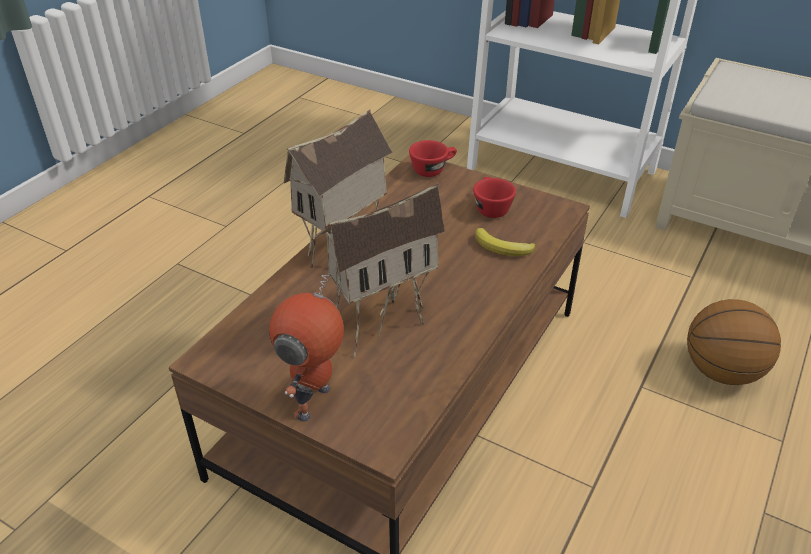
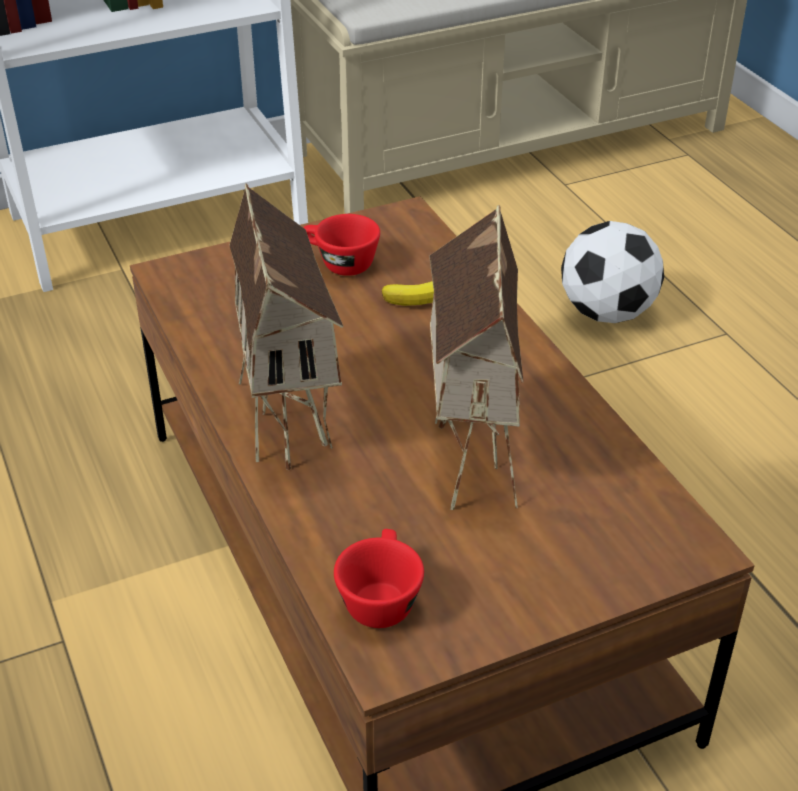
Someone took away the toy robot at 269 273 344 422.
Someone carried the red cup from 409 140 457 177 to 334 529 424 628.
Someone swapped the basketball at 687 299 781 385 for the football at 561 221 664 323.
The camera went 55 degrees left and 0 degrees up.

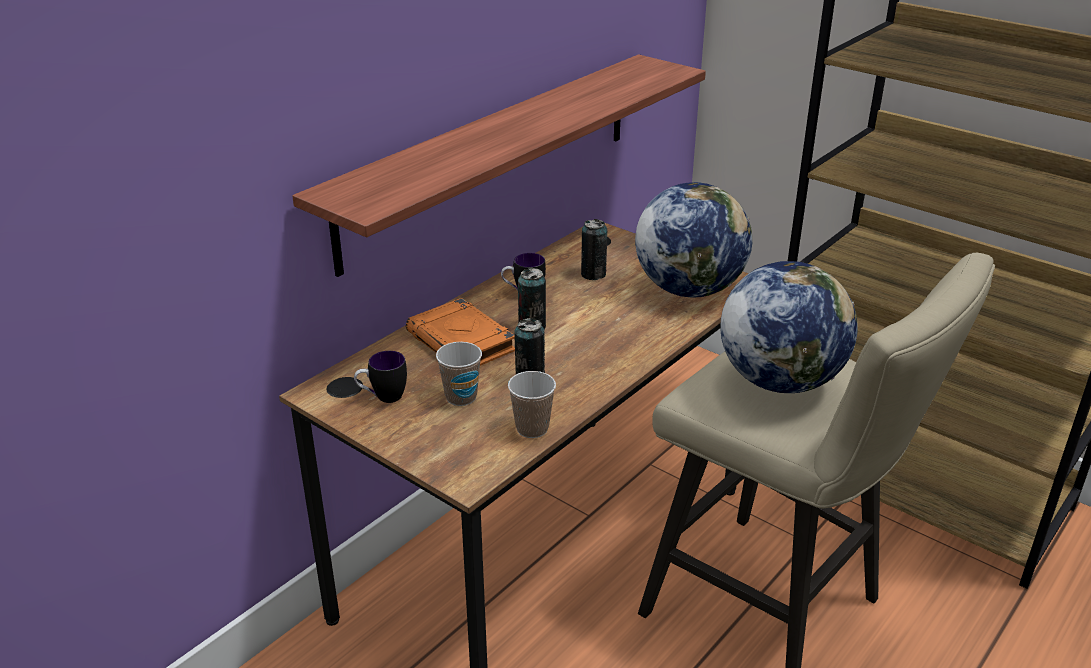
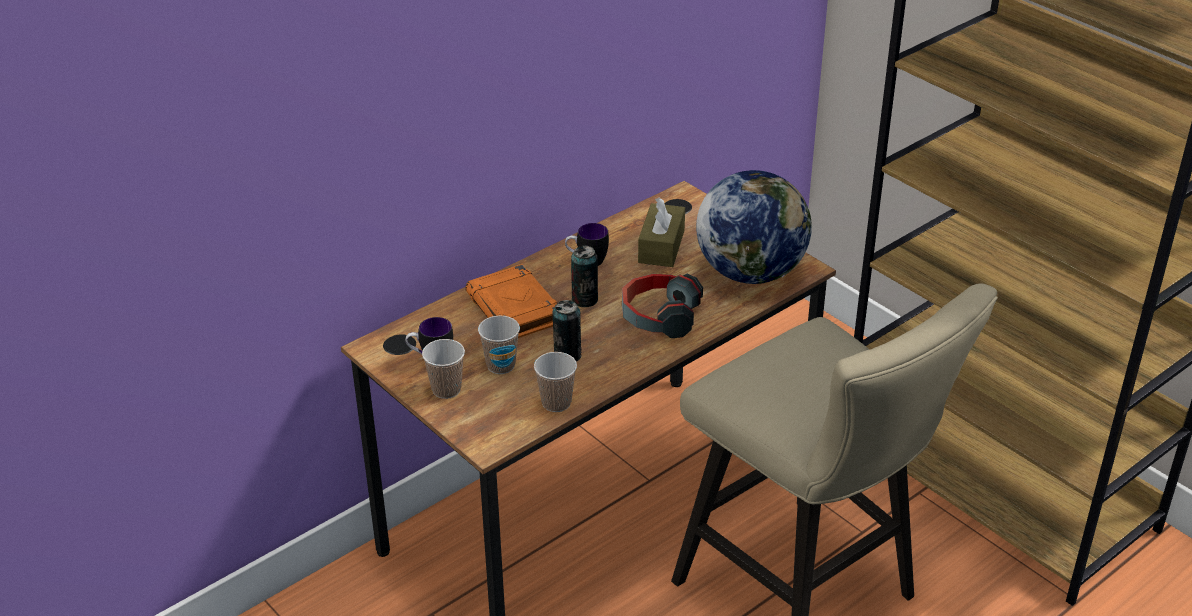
Someone took away the shelf at 292 54 706 277.
Someone swapped the can at 581 219 607 280 for the brown tissue box at 638 198 685 267.
Someone took away the globe at 720 261 858 393.
Someone put down the cup at 422 339 465 399.
Someone put down the headphones at 622 274 703 338.
The camera went 10 degrees right and 5 degrees up.

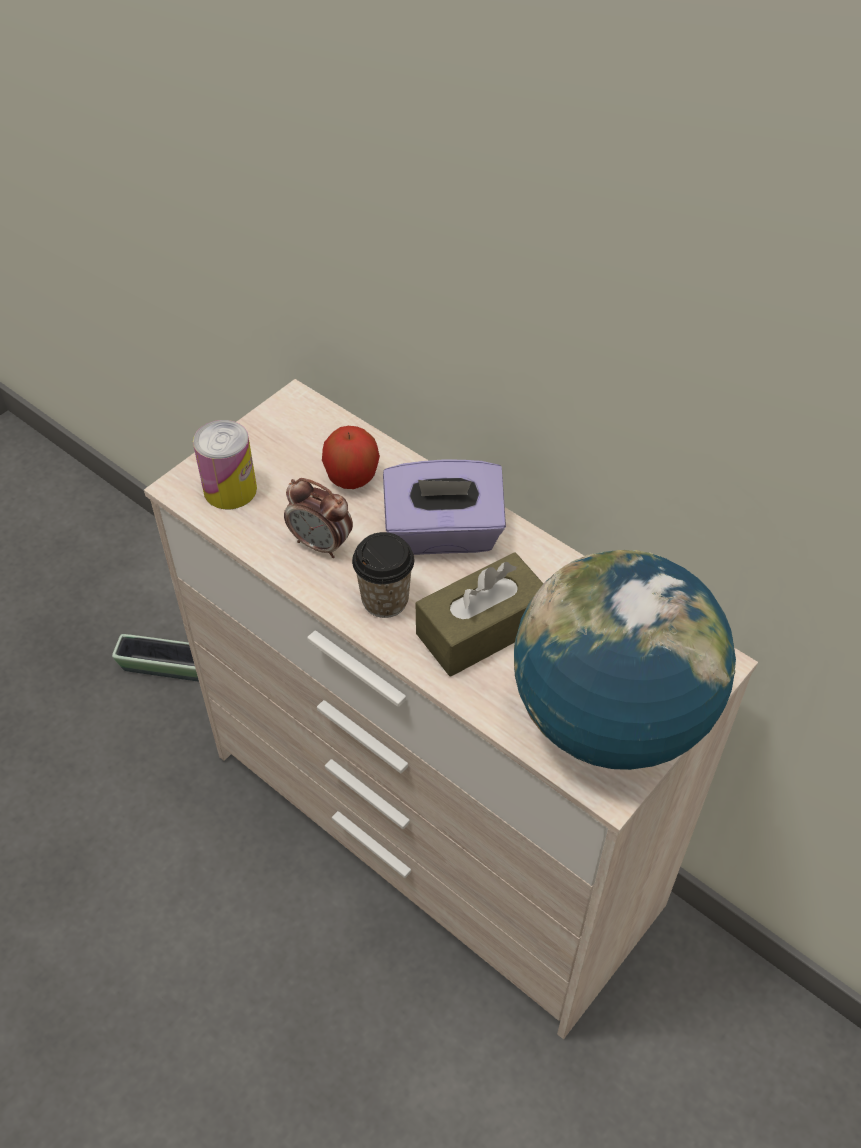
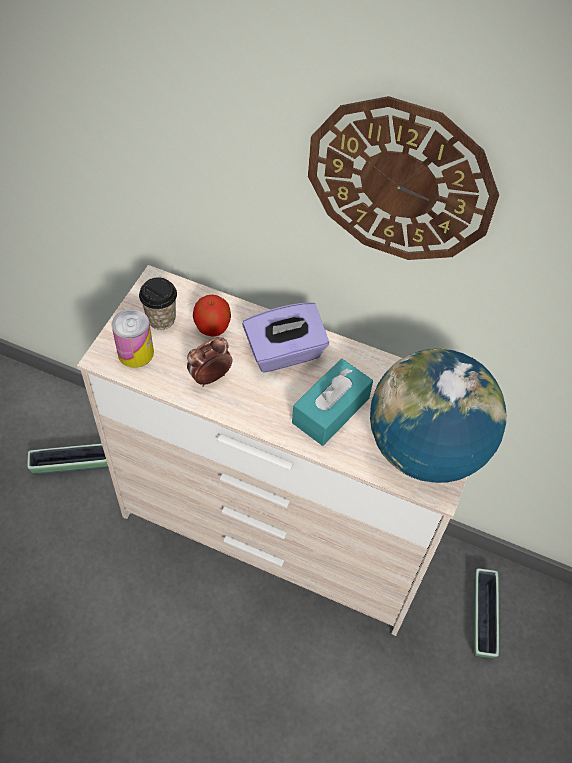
Someone rotated the alarm clock at 284 478 353 558 by 135 degrees clockwise.
Someone carried the cup from 352 532 414 618 to 139 277 177 330.
Someone repainted the brown tissue box at 416 552 543 676, which became the turquoise tissue box at 292 359 373 446.
Someone put up the wall clock at 308 96 499 260.
Someone put down the planter at 474 568 499 658.
The camera went 20 degrees left and 5 degrees up.

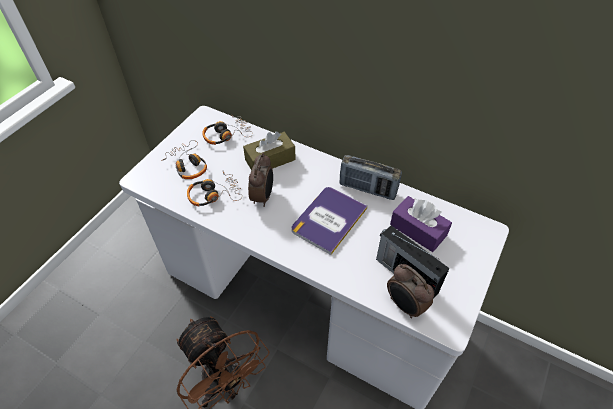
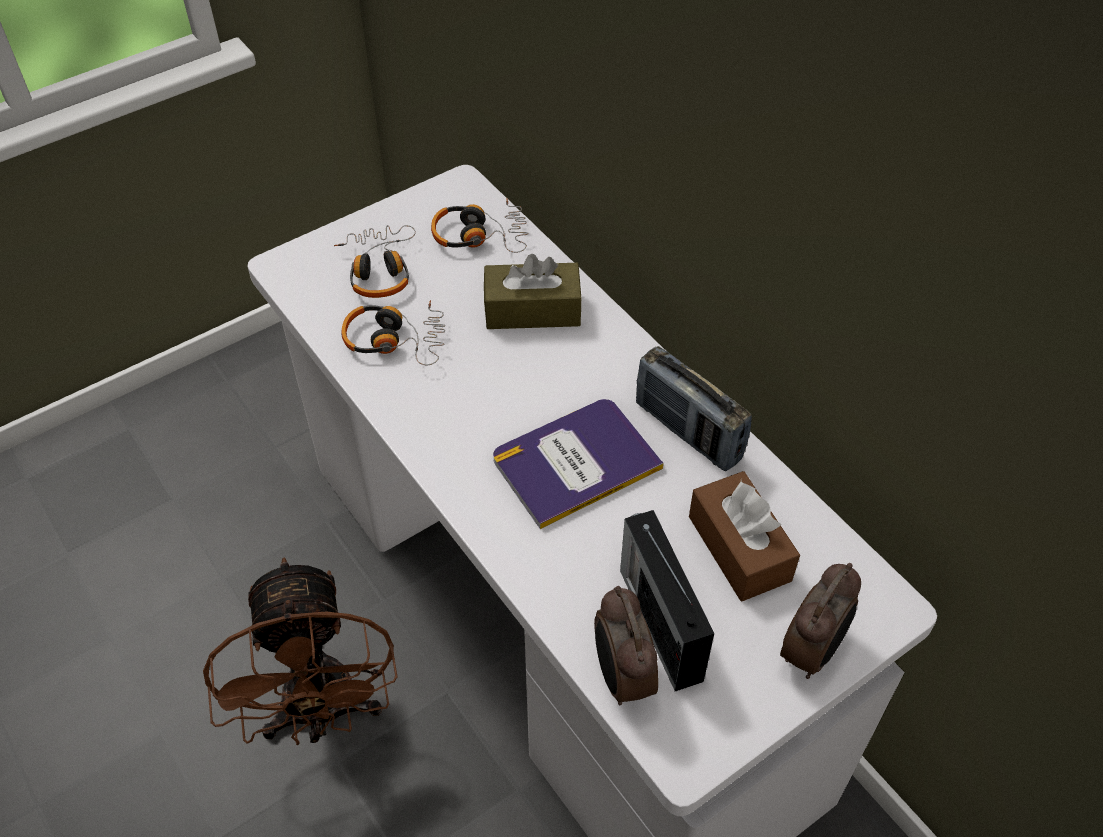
Someone carried the alarm clock from 248 153 273 207 to 780 563 861 679.
Someone repainted the purple tissue box at 390 196 452 252, which became the brown tissue box at 689 471 800 601.
The camera went 25 degrees right and 0 degrees up.

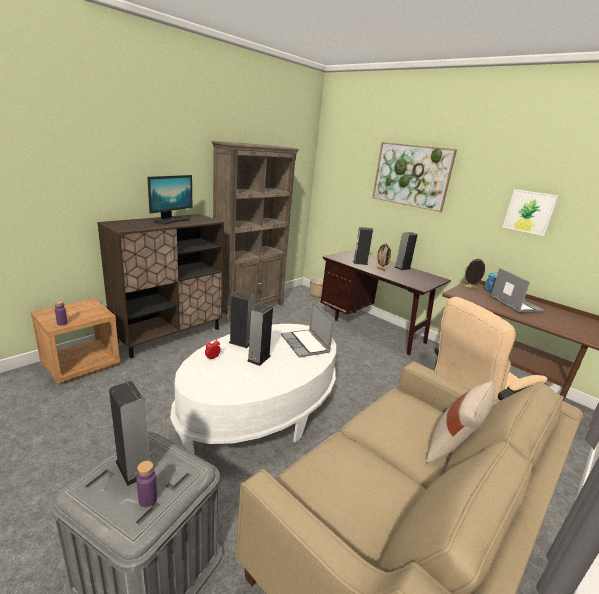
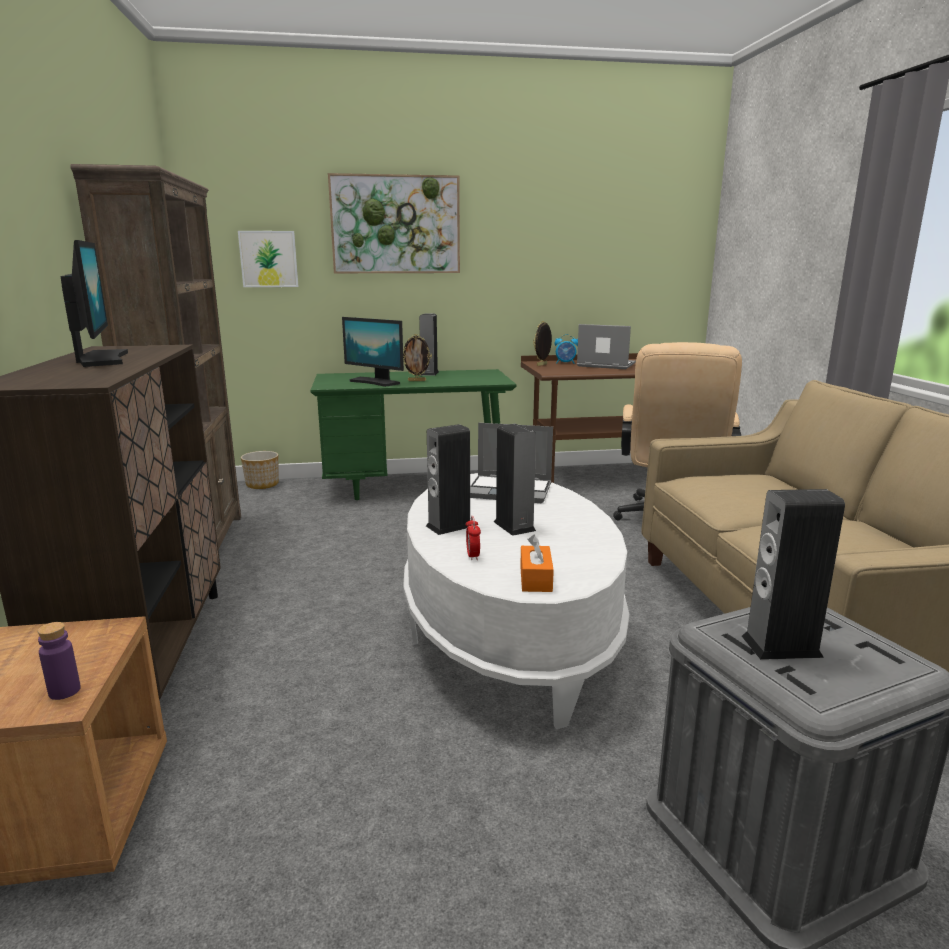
Someone took away the purple bottle at 137 461 157 507.
Someone repainted the brown desk at 320 249 451 355, which became the green desk at 310 369 517 500.
Someone swapped the speaker at 353 227 373 265 for the monitor at 342 317 404 387.
Someone took away the beige pillow at 426 381 495 463.
Someone carried the picture from 503 189 558 236 to 238 231 299 287.
Someone put down the orange tissue box at 520 535 554 592.
The camera went 50 degrees left and 5 degrees down.

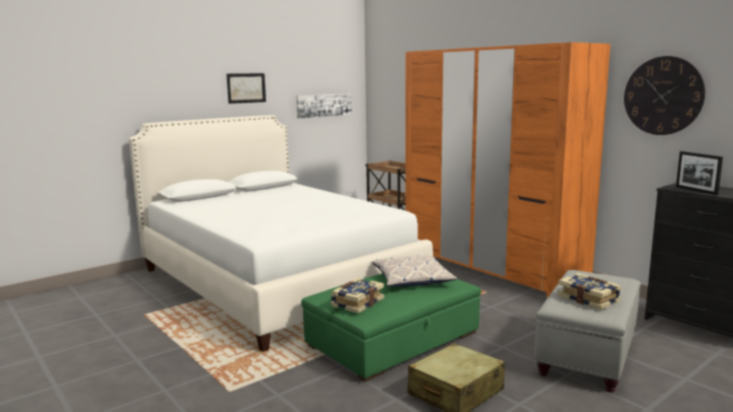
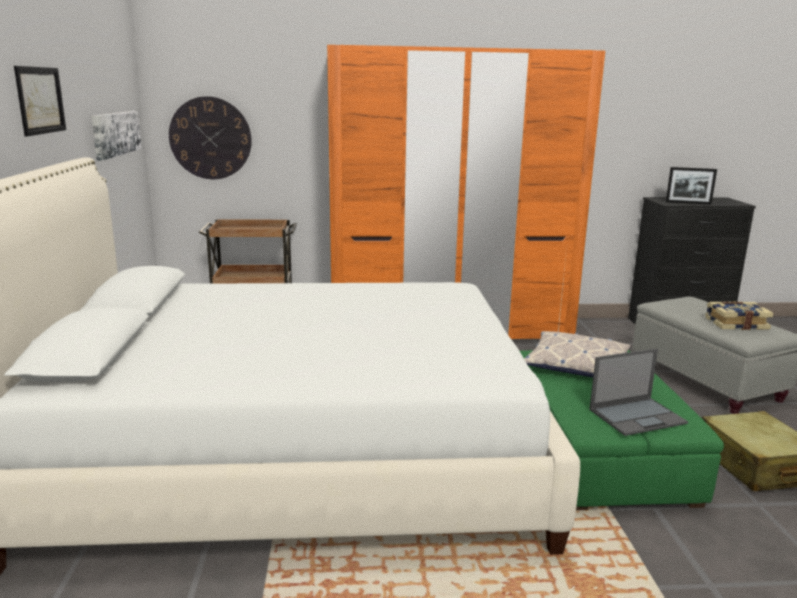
Someone swapped the book at 331 278 384 314 for the laptop at 589 348 688 436.
Someone carried the wall clock from 624 56 705 135 to 169 96 252 179.
The camera went 55 degrees left and 5 degrees up.

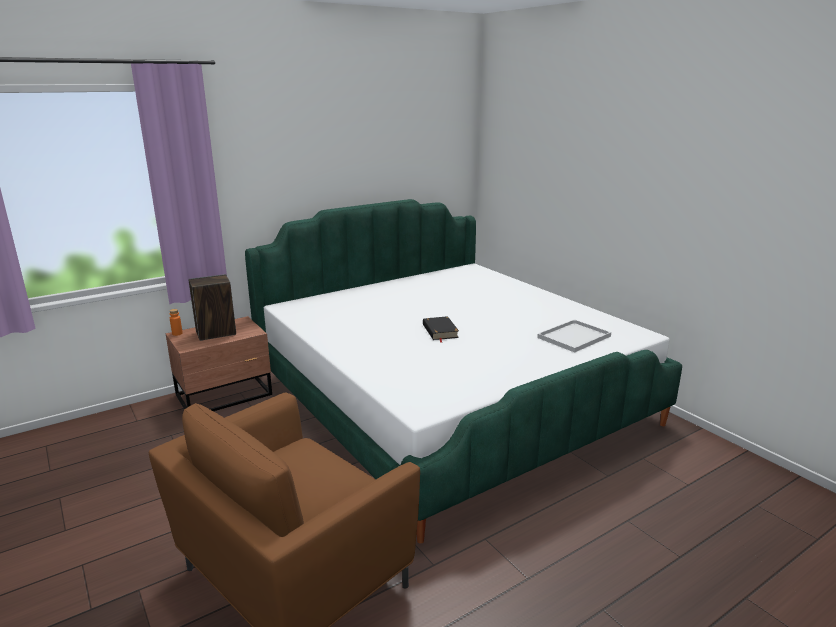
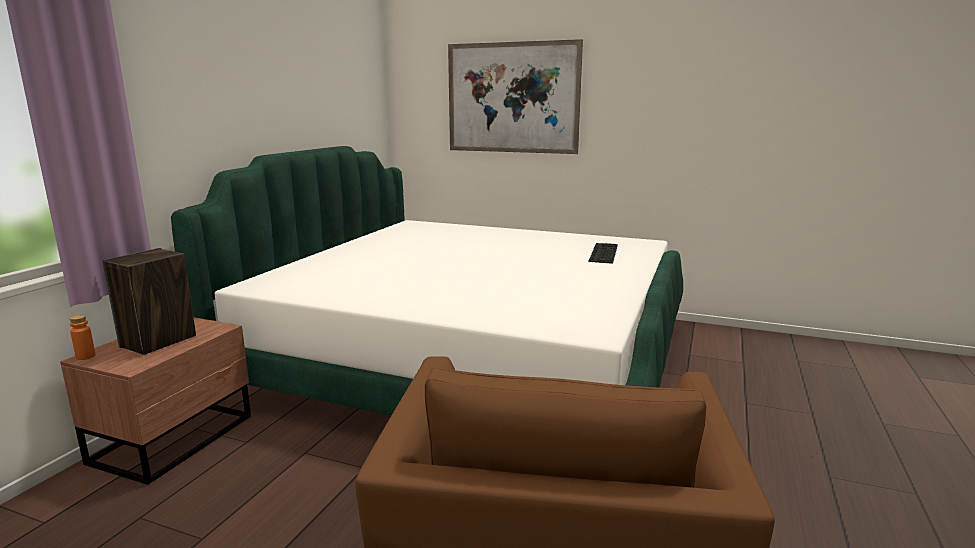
Someone took away the black book at 423 316 459 343.
Someone swapped the white tray at 537 319 611 353 for the keyboard at 589 243 618 264.
Someone put up the picture at 448 39 583 154.
The camera went 35 degrees left and 5 degrees down.

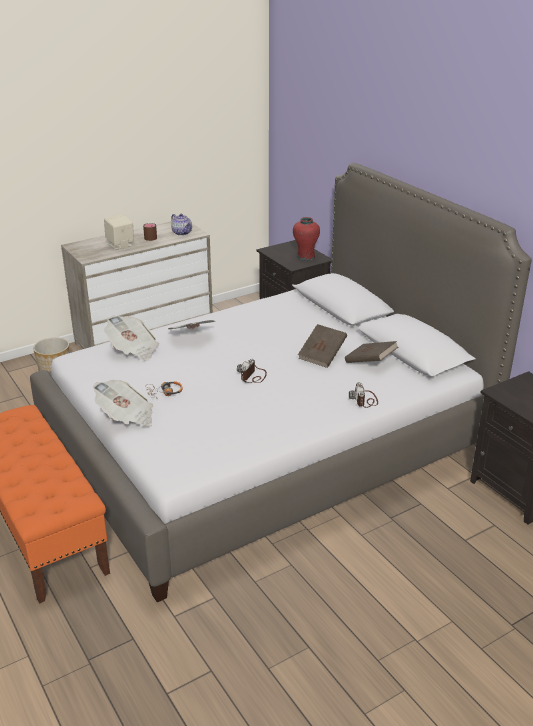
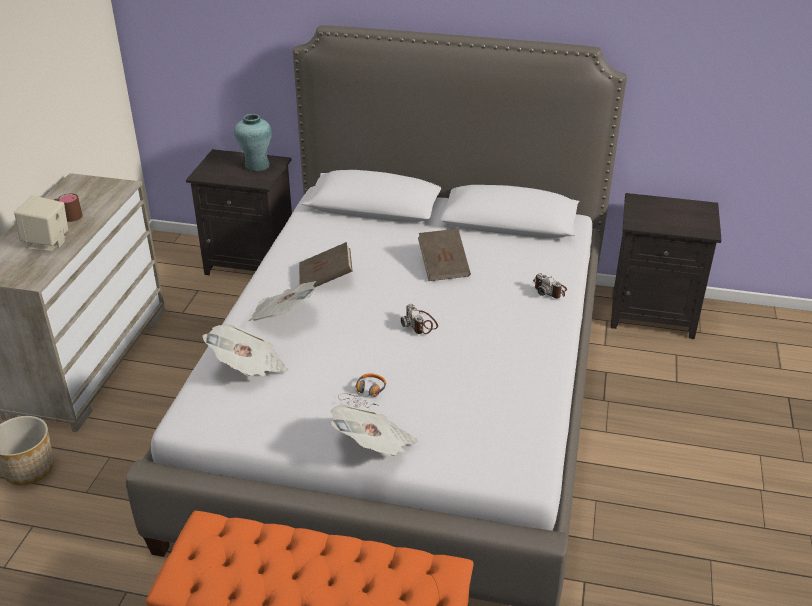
Someone took away the teapot at 171 214 192 236.
Someone repainted the red vase at 293 217 320 261, which became the turquoise vase at 234 114 272 172.
Someone carried the brown book from 345 341 398 363 to 299 242 352 288.
The camera went 45 degrees left and 5 degrees up.

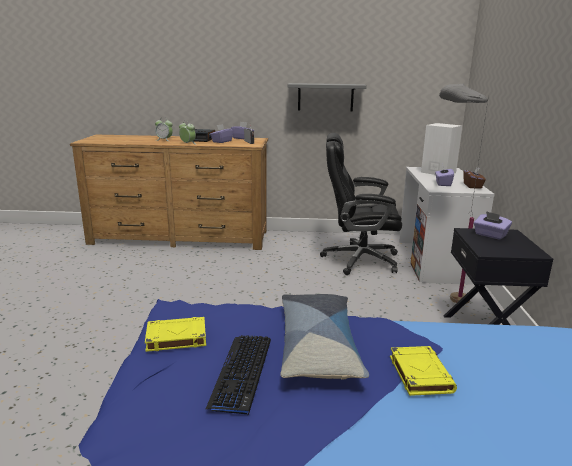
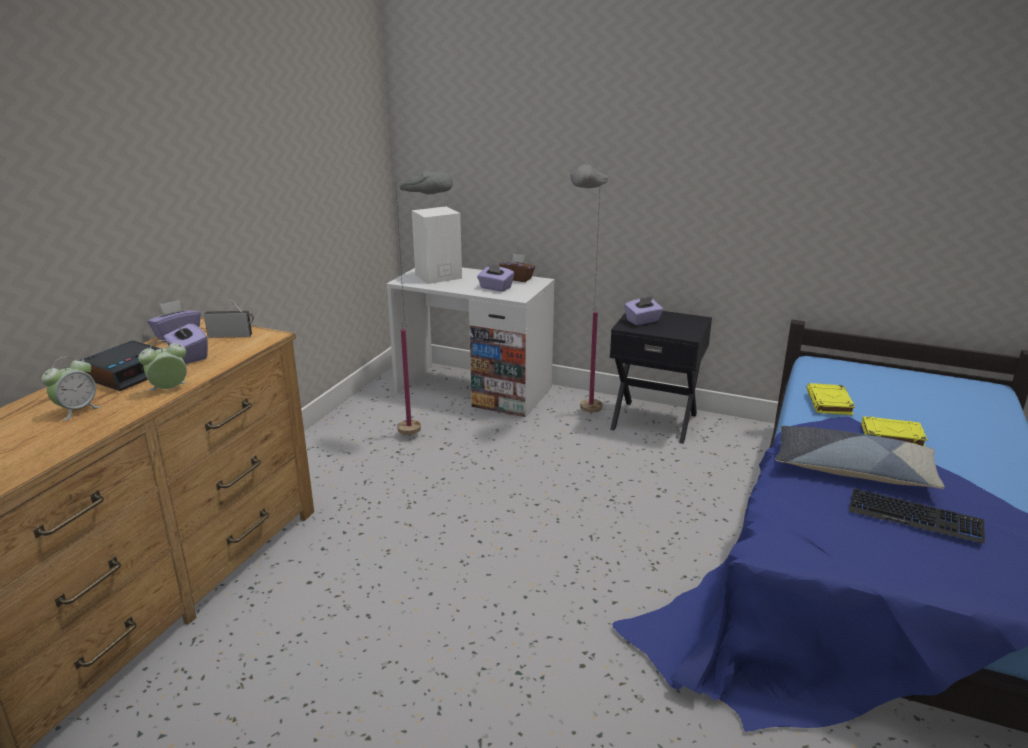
Someone carried the yellow book from 145 317 206 352 to 807 383 855 415.
Someone took away the grey shelf at 287 83 367 111.
Someone swapped the black office chair at 320 133 402 275 for the grey floor lamp at 396 171 453 436.
The camera went 70 degrees left and 5 degrees up.

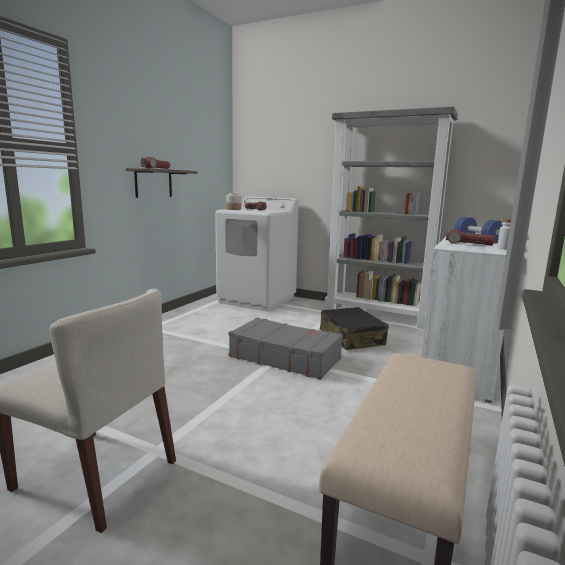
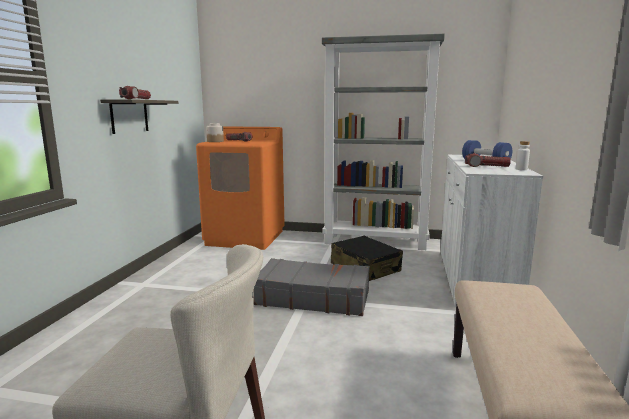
Someone repainted the white washing machine at 215 196 299 312, which became the orange washing machine at 196 126 285 250.
The camera went 15 degrees left and 0 degrees up.

